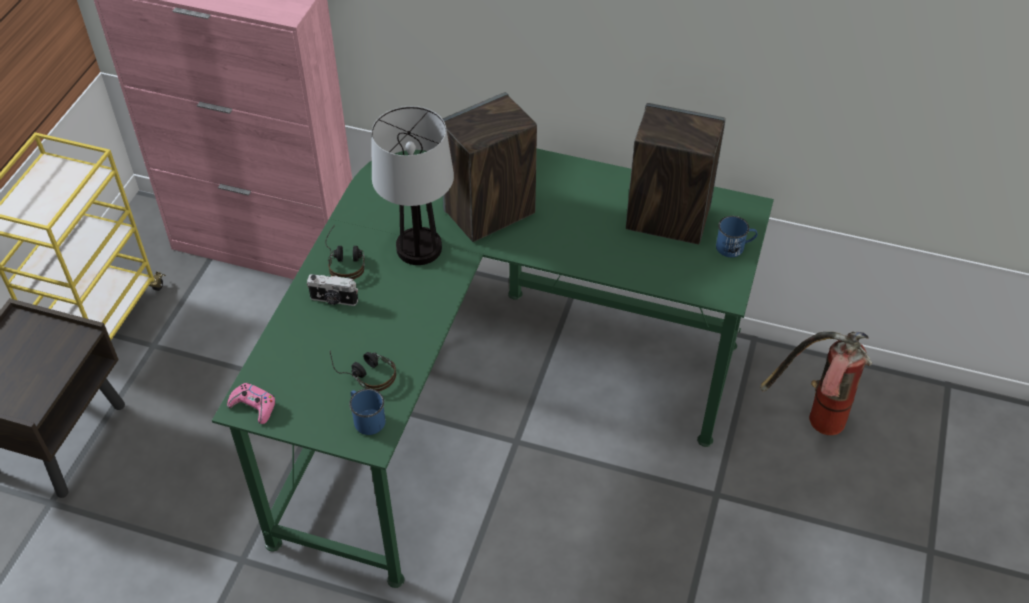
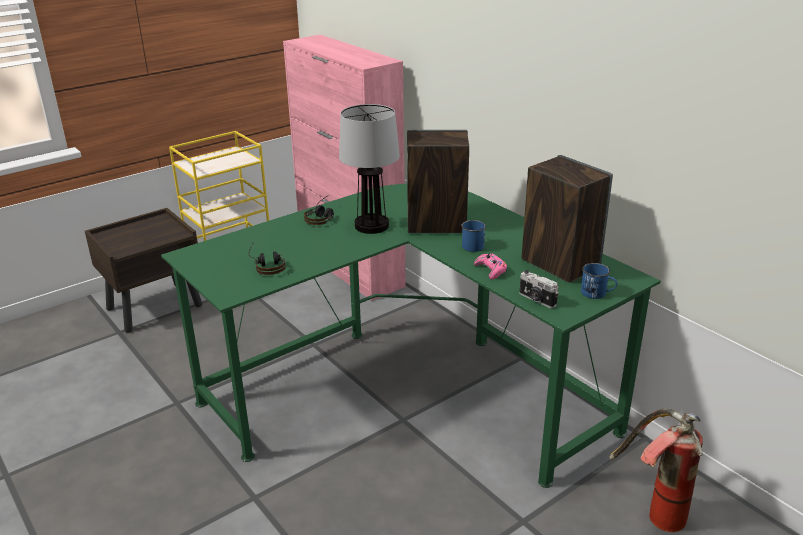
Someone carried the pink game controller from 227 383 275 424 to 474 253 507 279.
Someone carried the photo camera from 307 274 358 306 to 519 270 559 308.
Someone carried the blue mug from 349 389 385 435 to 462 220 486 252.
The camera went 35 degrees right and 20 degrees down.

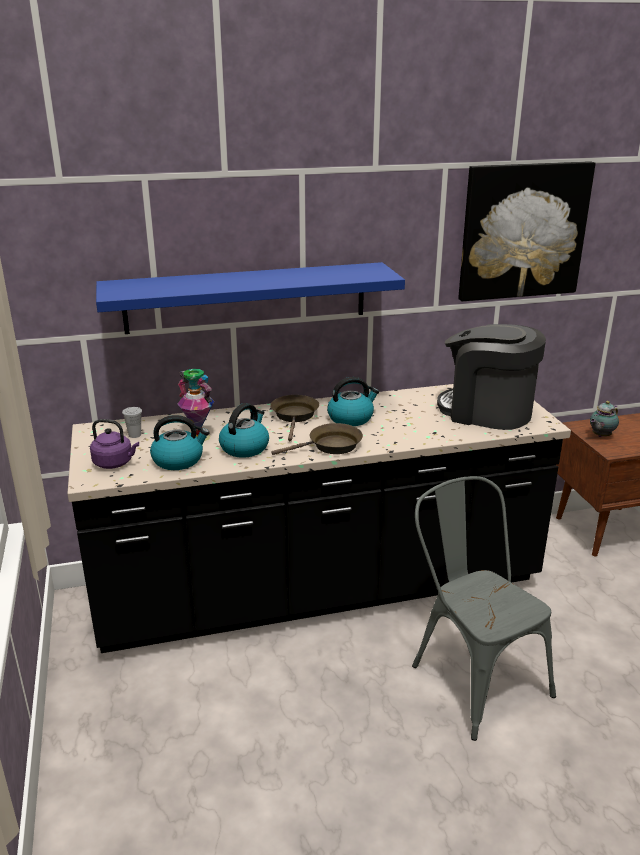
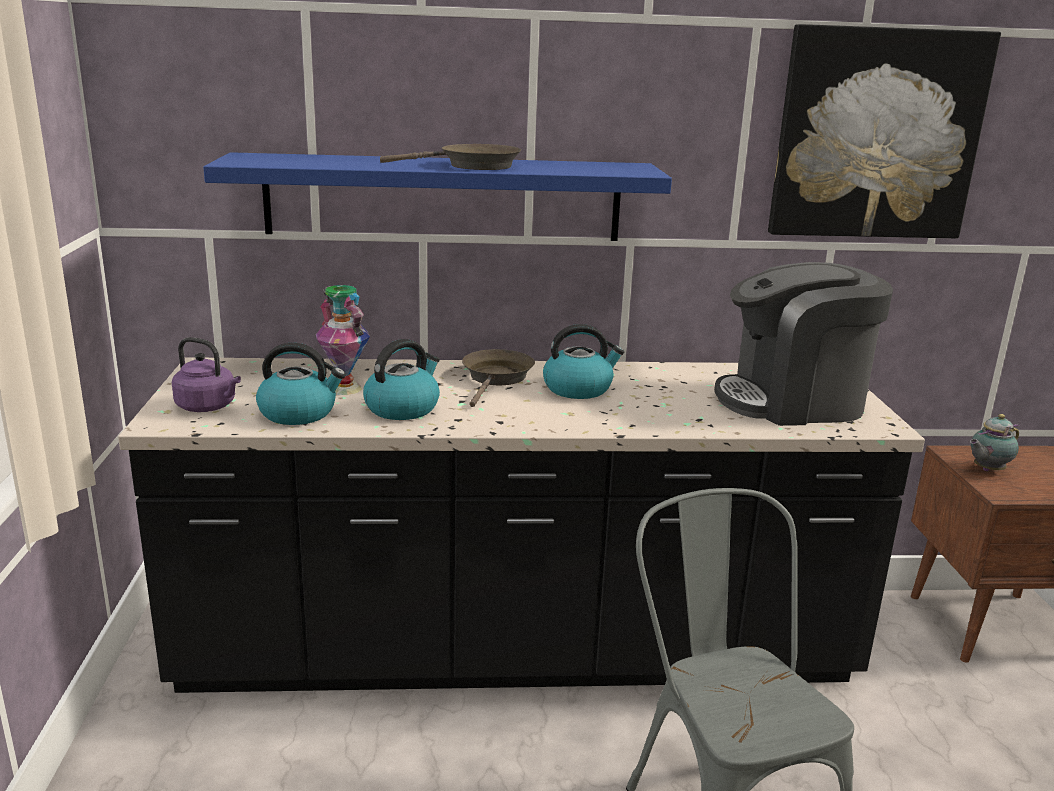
Someone took away the white cup at 122 407 142 438.
Someone carried the brown frying pan from 272 423 363 455 to 380 144 521 170.
Someone rotated the coffee machine at 437 324 546 430 by 45 degrees counterclockwise.
The camera went 10 degrees right and 5 degrees down.

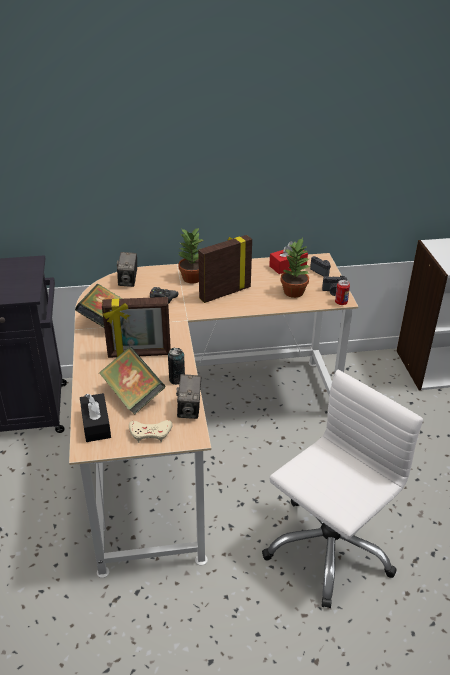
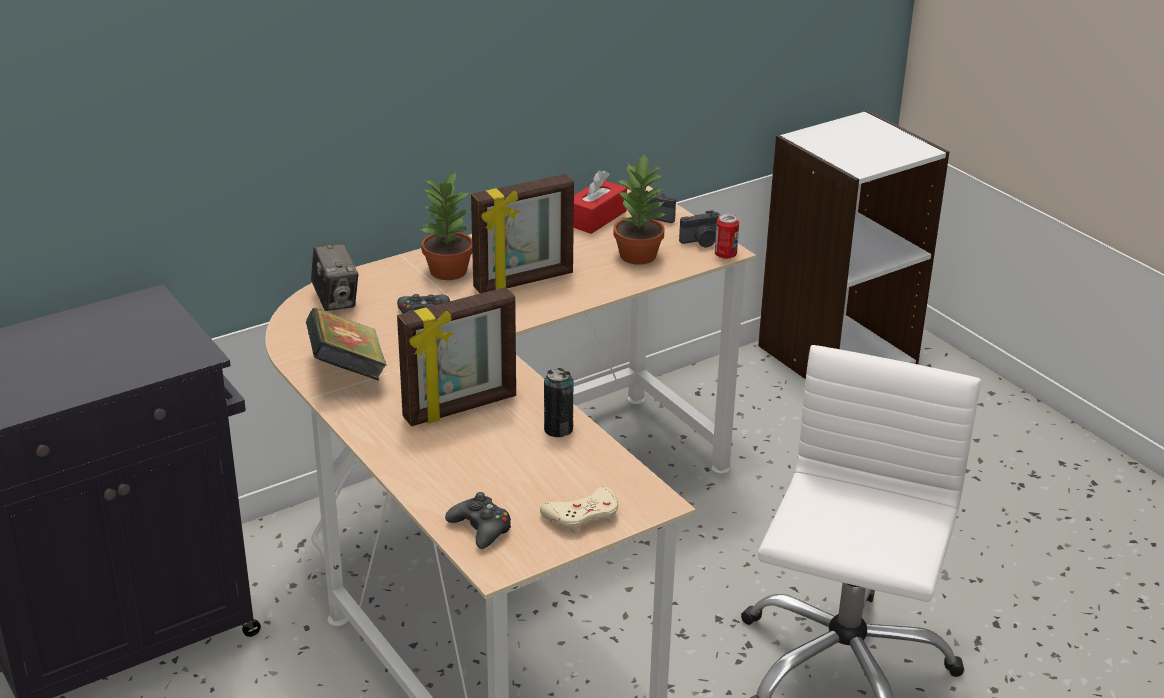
Someone swapped the black tissue box at 80 393 111 442 for the black game controller at 445 492 511 549.
Someone took away the book at 99 347 166 415.
Someone took away the photo camera at 176 374 201 419.
Someone rotated the picture frame at 198 235 252 303 by 150 degrees counterclockwise.
The camera went 25 degrees left and 5 degrees down.

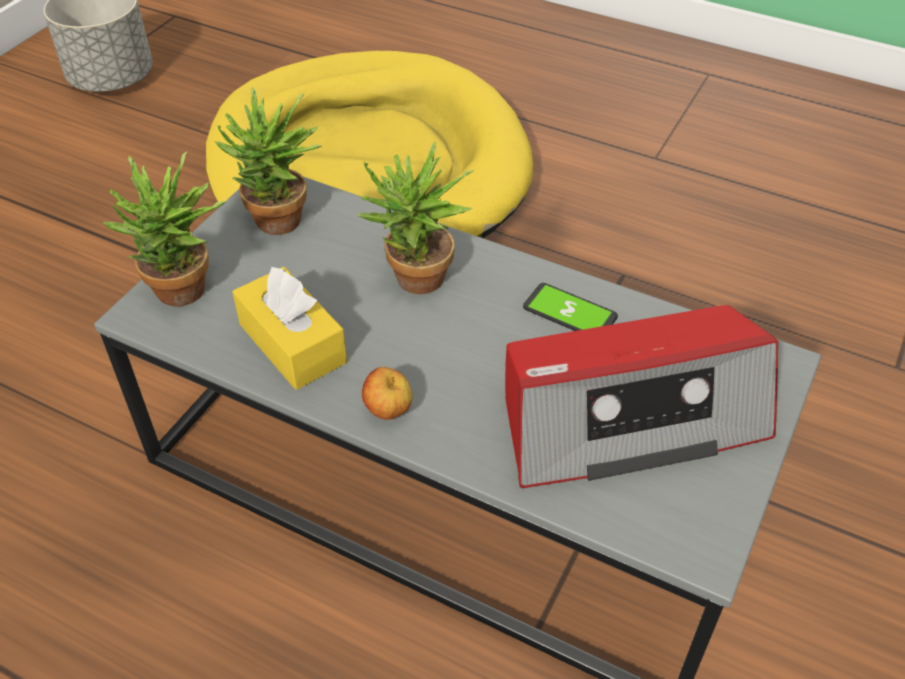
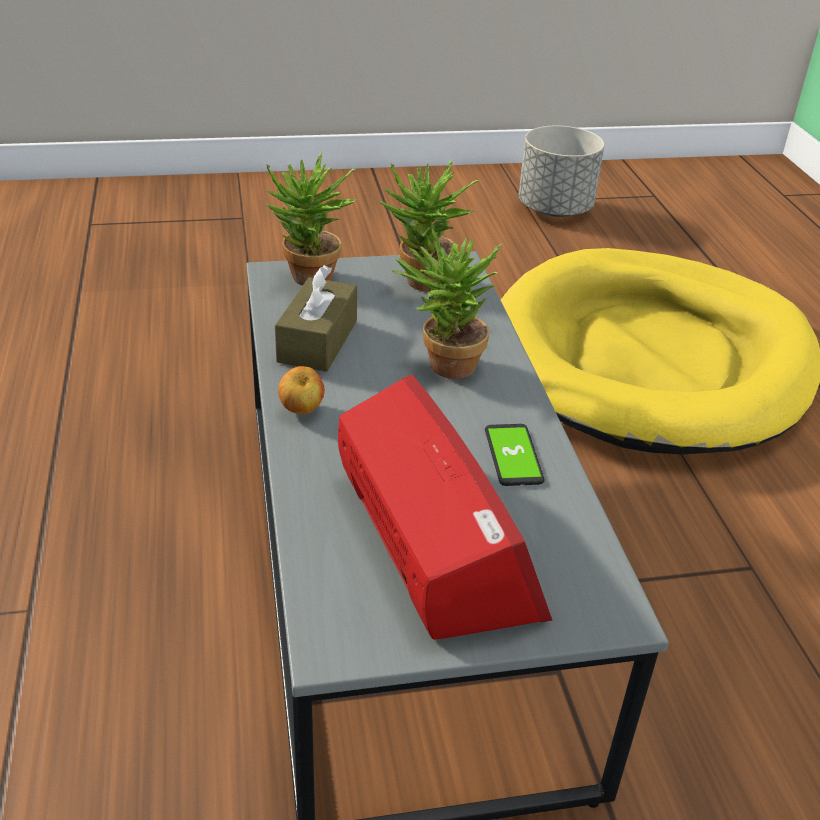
Someone repainted the yellow tissue box at 232 267 347 390, which became the brown tissue box at 275 265 357 372.
Someone rotated the radio at 505 305 778 488 by 150 degrees counterclockwise.
The camera went 50 degrees right and 10 degrees down.

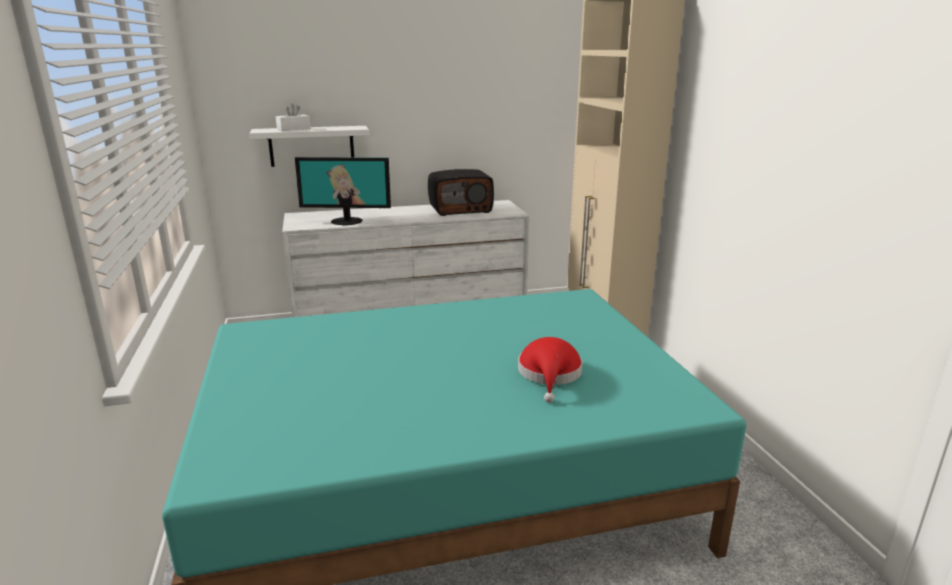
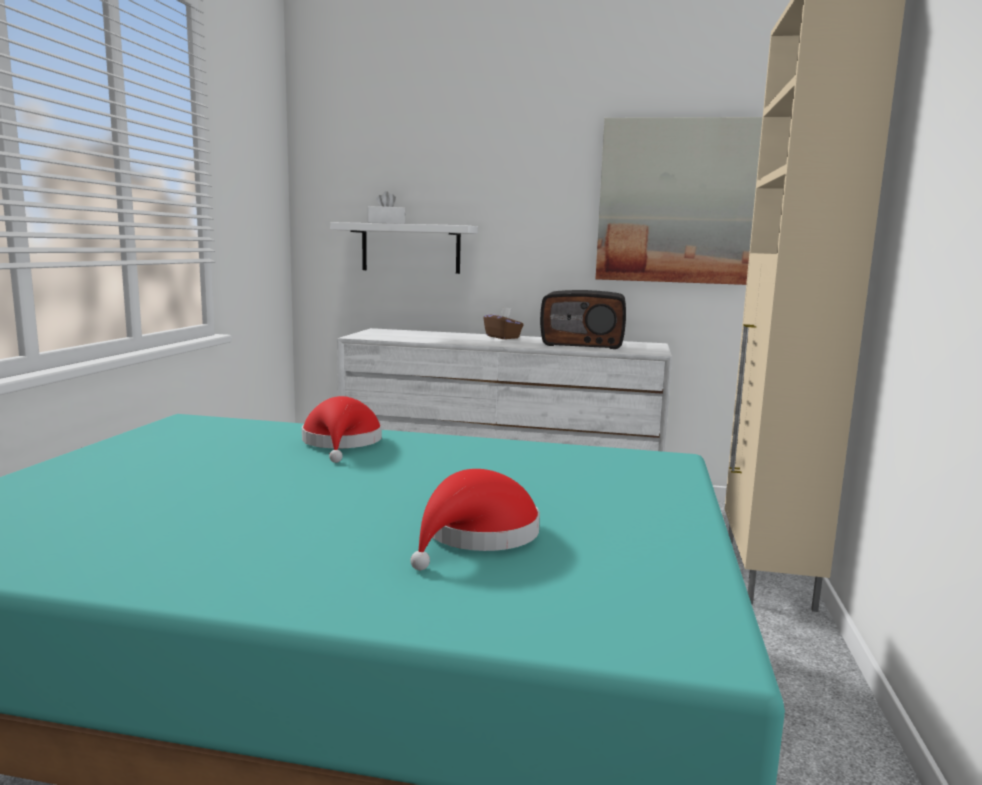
Someone took away the monitor at 295 157 391 225.
Someone put down the red hat at 302 396 382 463.
Someone put down the brown tissue box at 483 307 524 339.
Someone put up the picture at 595 117 763 285.
The camera went 25 degrees right and 10 degrees down.

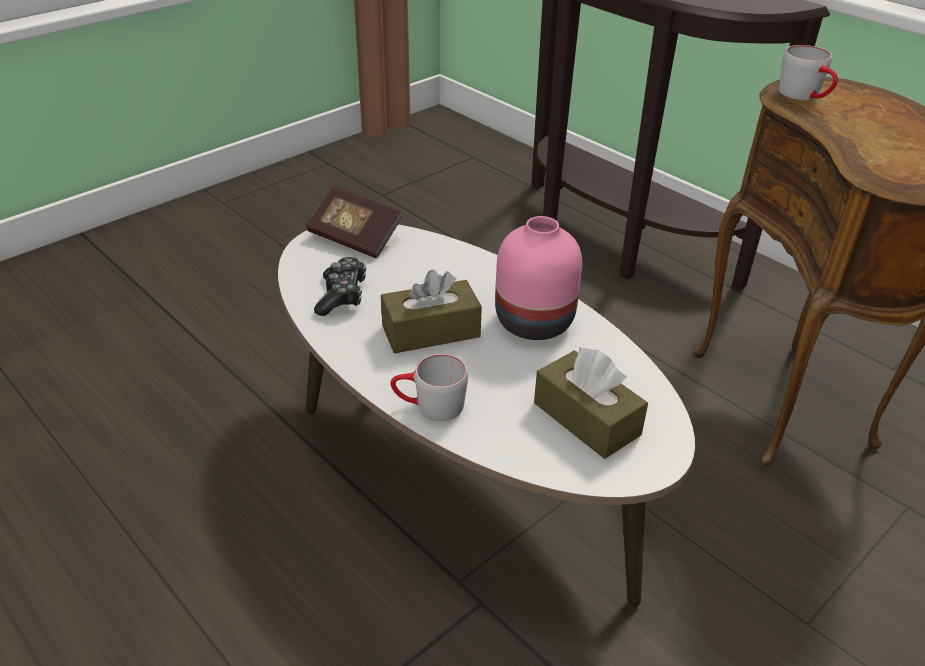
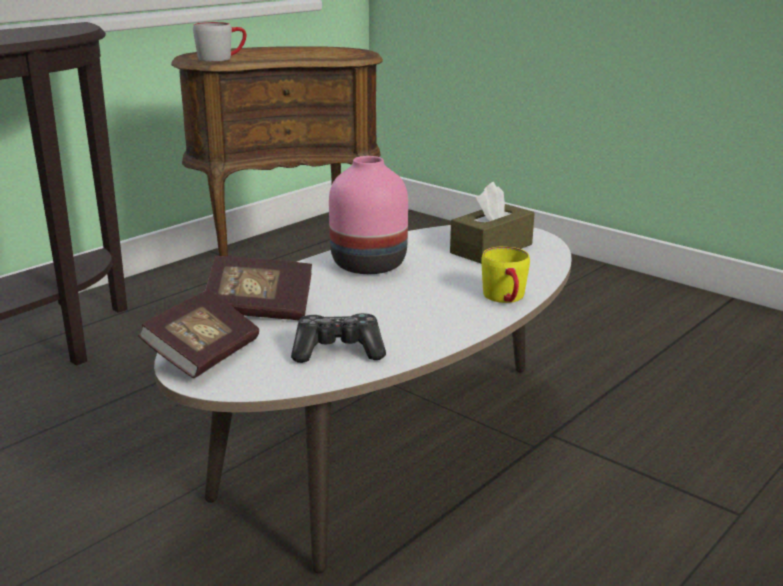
Someone took away the brown tissue box at 381 270 482 353.
Someone repainted the grey mug at 391 354 468 421, which became the yellow mug at 481 246 530 303.
Someone put down the book at 205 256 312 321.
The camera went 95 degrees left and 15 degrees down.

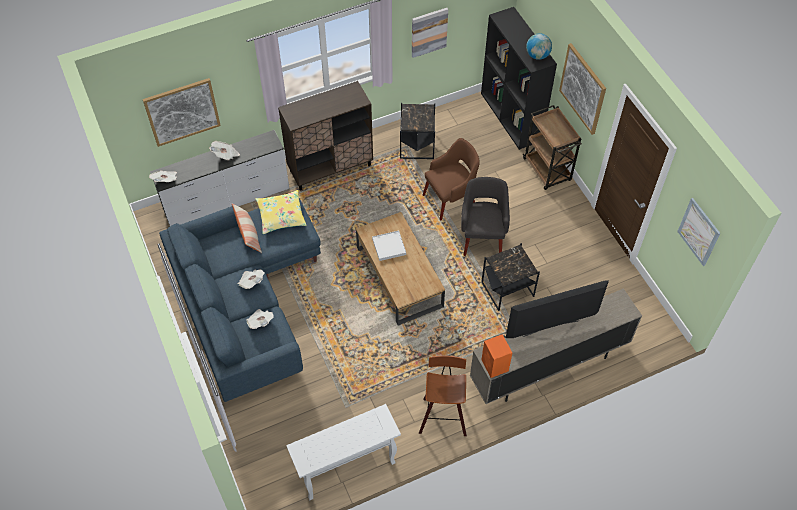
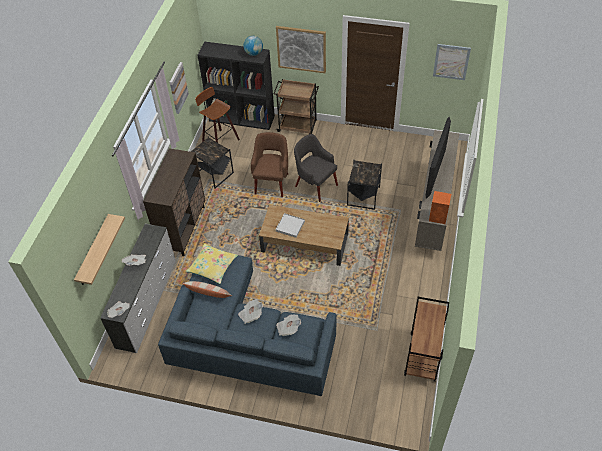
Someone swapped the picture at 143 78 221 147 for the shelf at 74 214 125 285.
Someone swapped the white console table at 286 404 401 500 for the brown cart at 404 297 449 382.
Someone carried the stool from 419 355 467 436 to 195 87 240 143.
The camera went 50 degrees left and 5 degrees down.

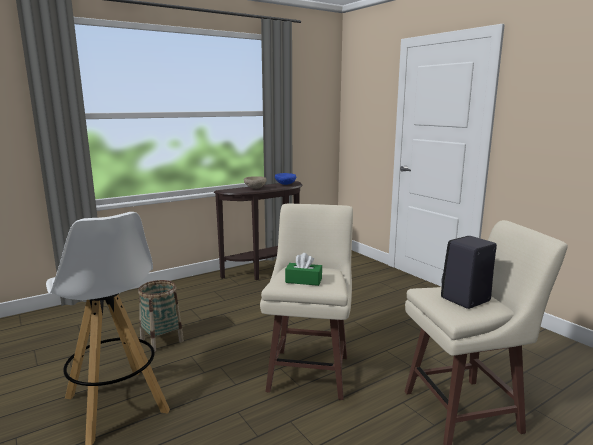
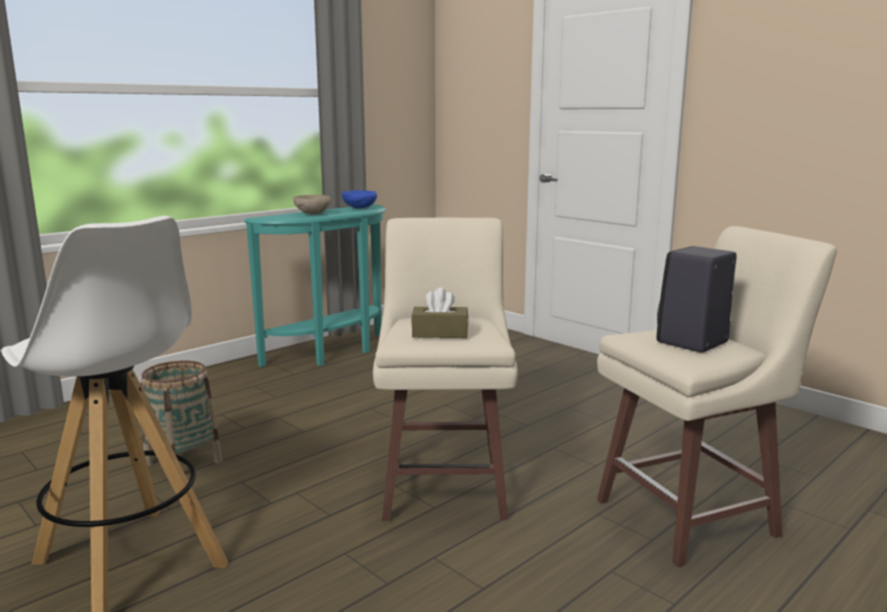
Someone repainted the brown console table at 214 181 302 280, which became the turquoise console table at 244 204 386 367.
Someone repainted the green tissue box at 285 253 322 286, which became the brown tissue box at 411 287 468 338.
The camera went 10 degrees left and 0 degrees up.

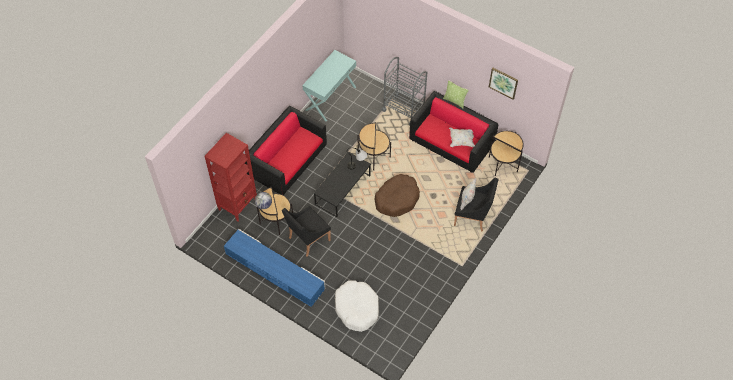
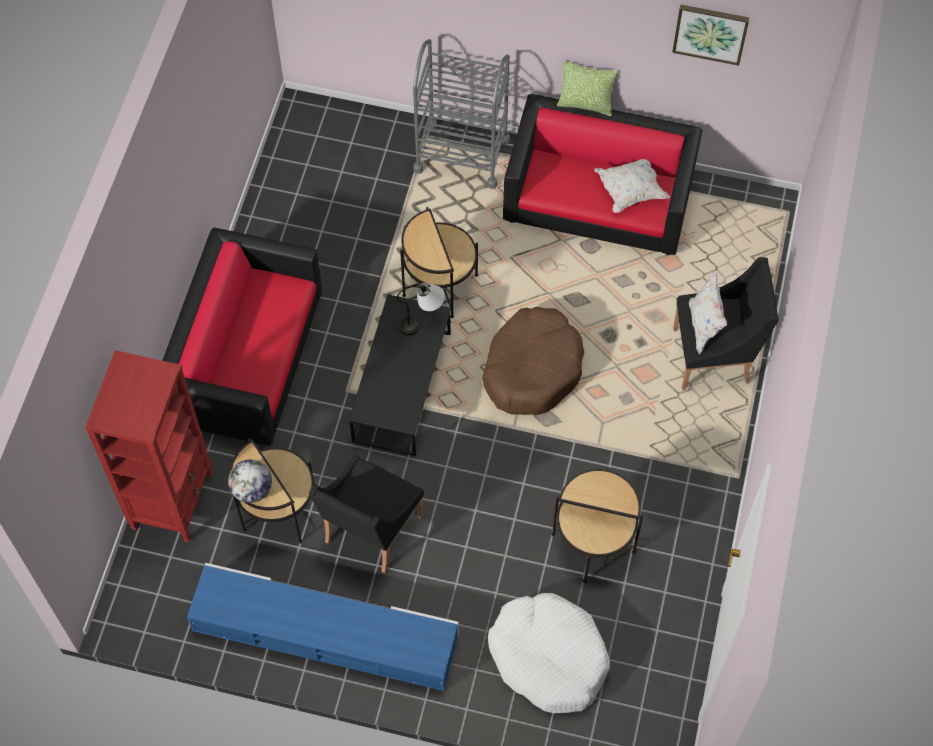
Someone took away the turquoise console table at 302 50 356 122.
Someone carried the side table from 489 131 524 176 to 551 467 643 583.
The camera went 20 degrees left and 5 degrees up.

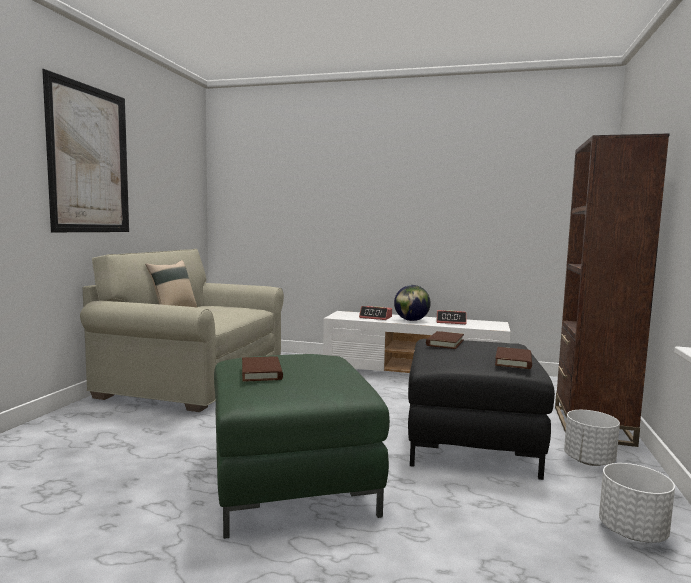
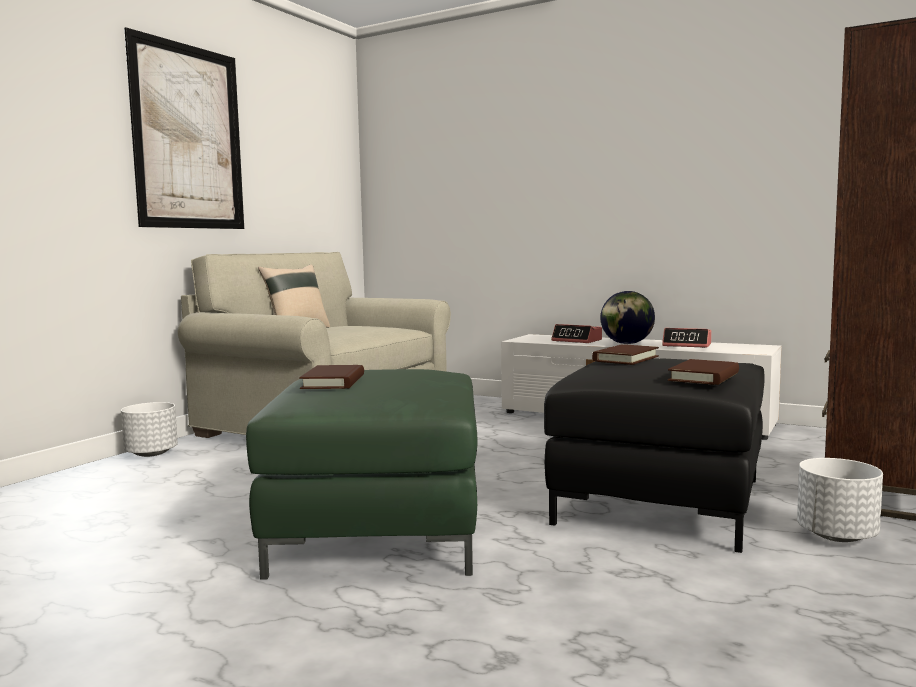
Someone carried the white planter from 599 463 675 543 to 121 402 178 457.
The camera went 15 degrees right and 0 degrees up.

